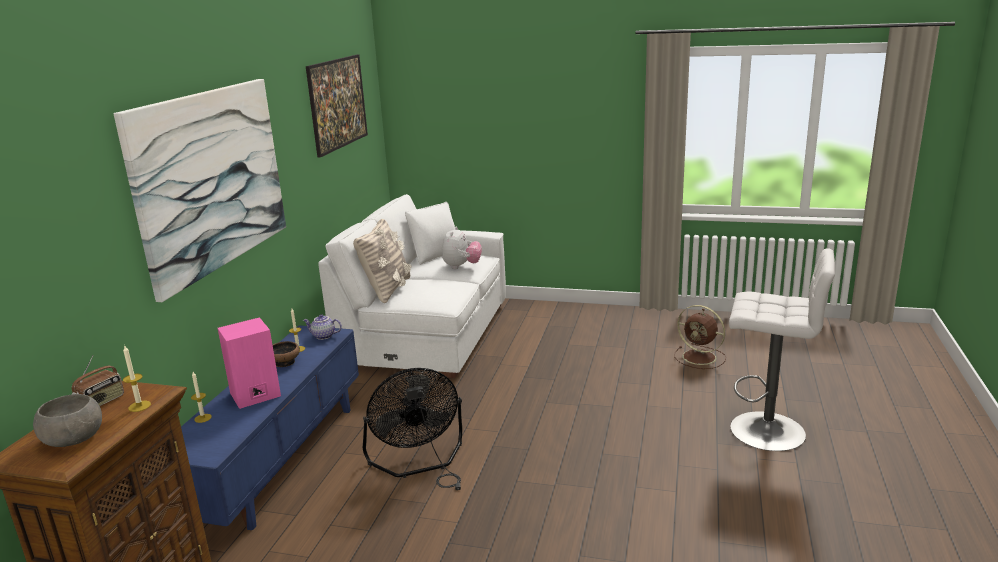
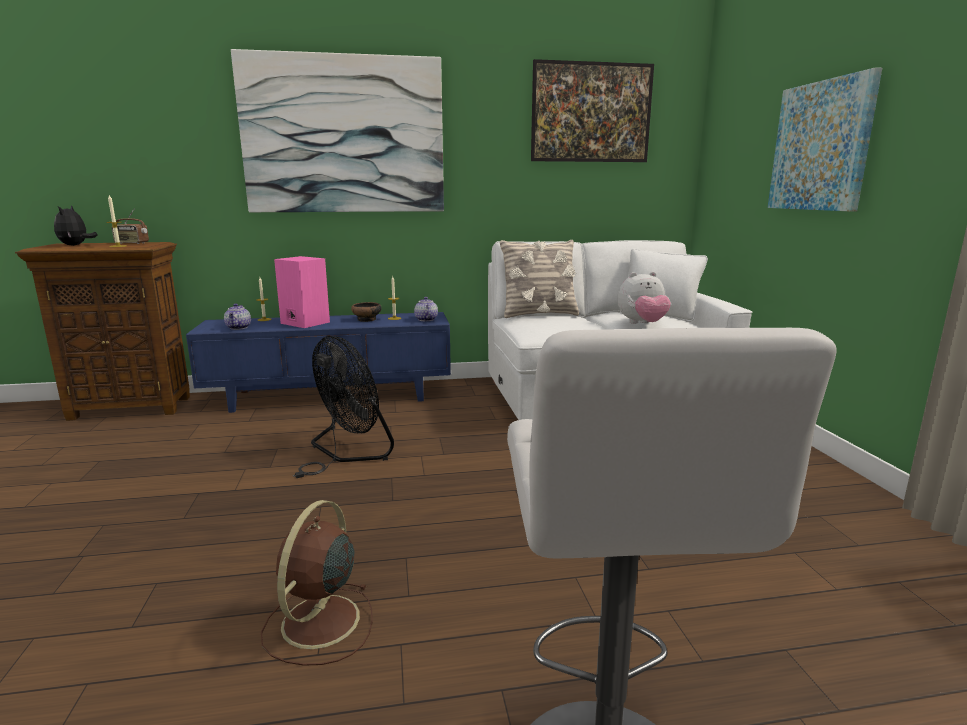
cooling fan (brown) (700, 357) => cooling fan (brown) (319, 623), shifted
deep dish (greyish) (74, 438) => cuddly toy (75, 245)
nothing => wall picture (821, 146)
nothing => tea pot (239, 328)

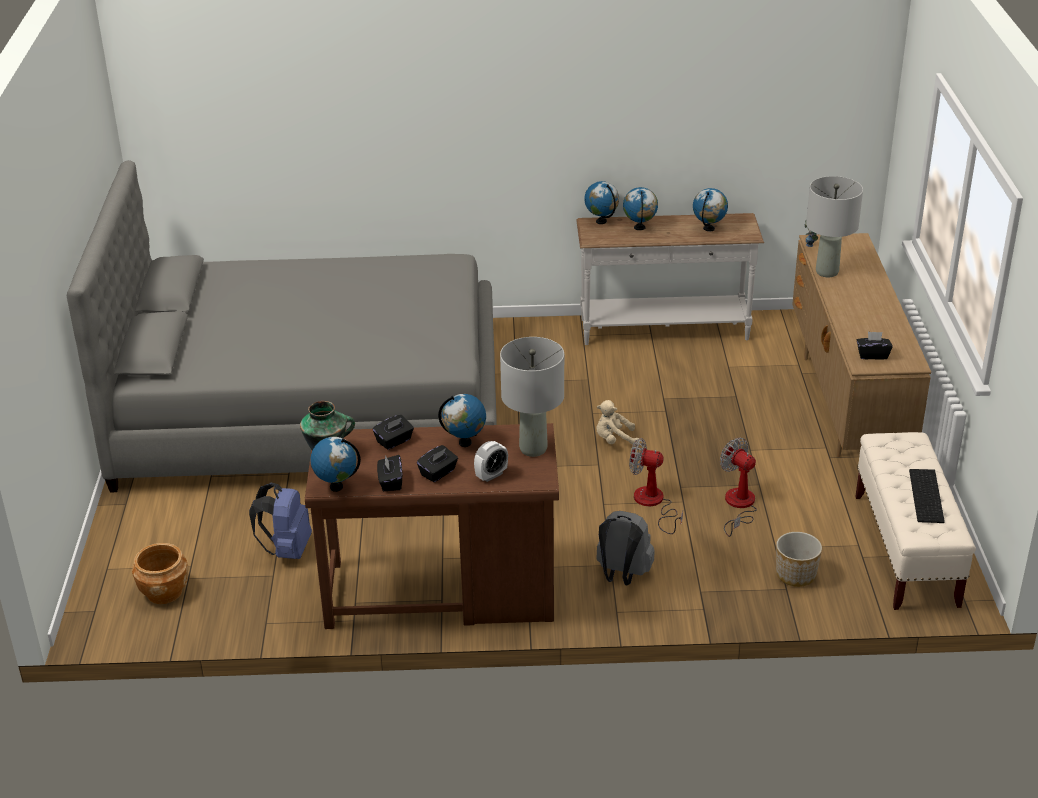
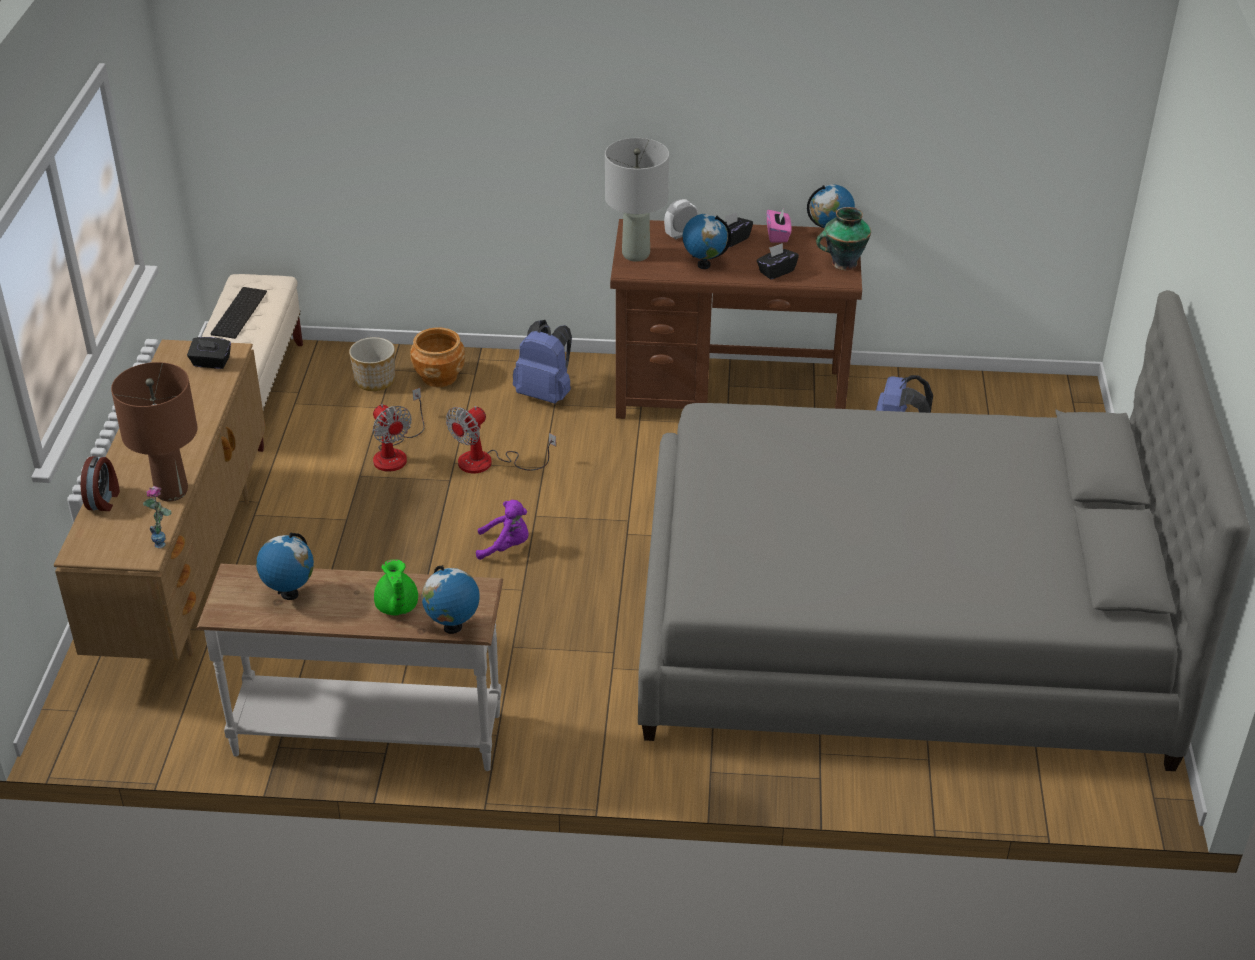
lamp for a table (greyish) (827, 272) => lamp for a table (brown) (171, 491)
globe (640, 228) => tea pot (green) (396, 607)
cuddly toy (sand-coloured) (614, 440) => cuddly toy (purple) (506, 546)
cooling fan (653, 504) => cooling fan (488, 463), 105 degrees clockwise
tissue holder (blackish) (390, 482) => tissue holder (pinkish) (778, 235)
backpack (greyish) (622, 575) => backpack (bluish) (546, 394)
flower pot (brown) (164, 592) => flower pot (brown) (439, 376), shifted
nothing => table clock (104, 500)

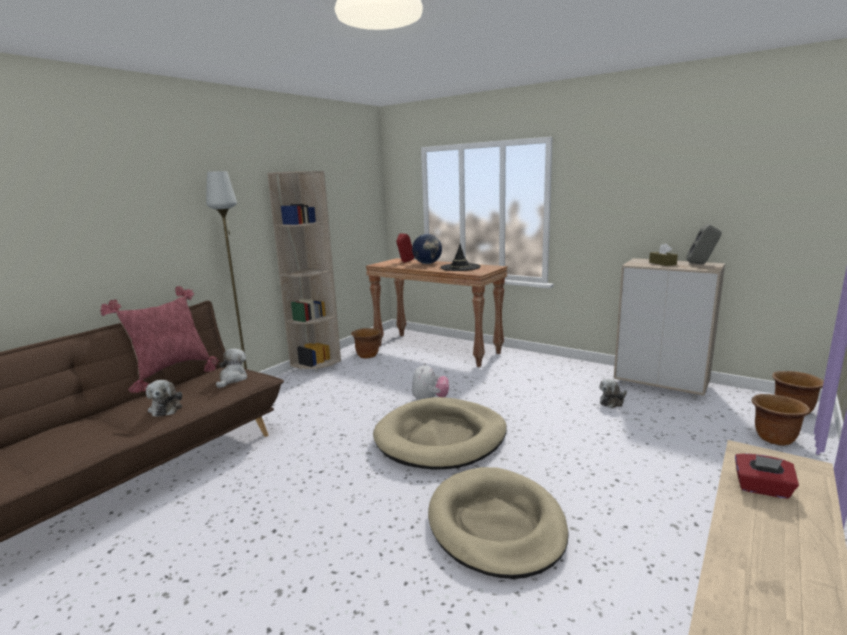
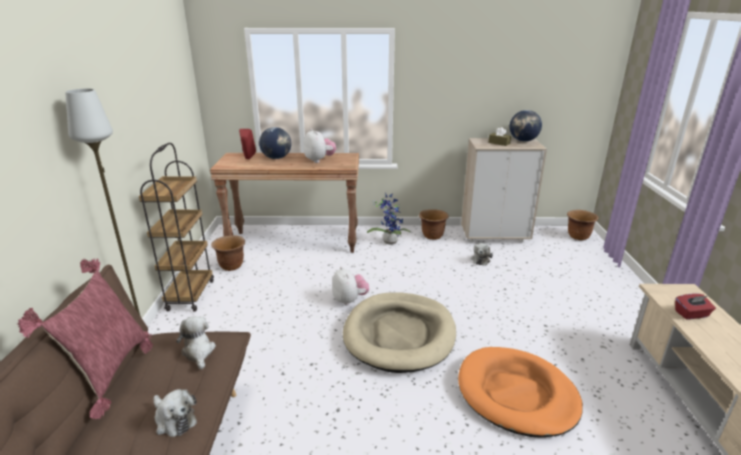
shelving unit (sand-coloured) (316, 367) => wheeled cart (brown) (190, 296)
loudspeaker (greyish) (701, 264) => globe (523, 141)
clothing hat (blackish) (460, 267) => cuddly toy (319, 160)
flower pot (brown) (774, 438) => flower pot (brown) (432, 236), shifted
pet bed (sand-coloured) (496, 525) => pet bed (orange) (516, 394)
nothing => houseplant (389, 241)

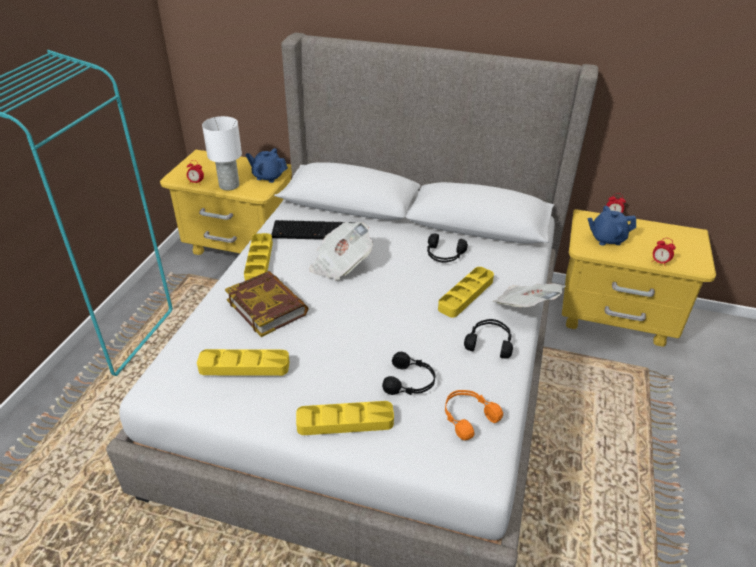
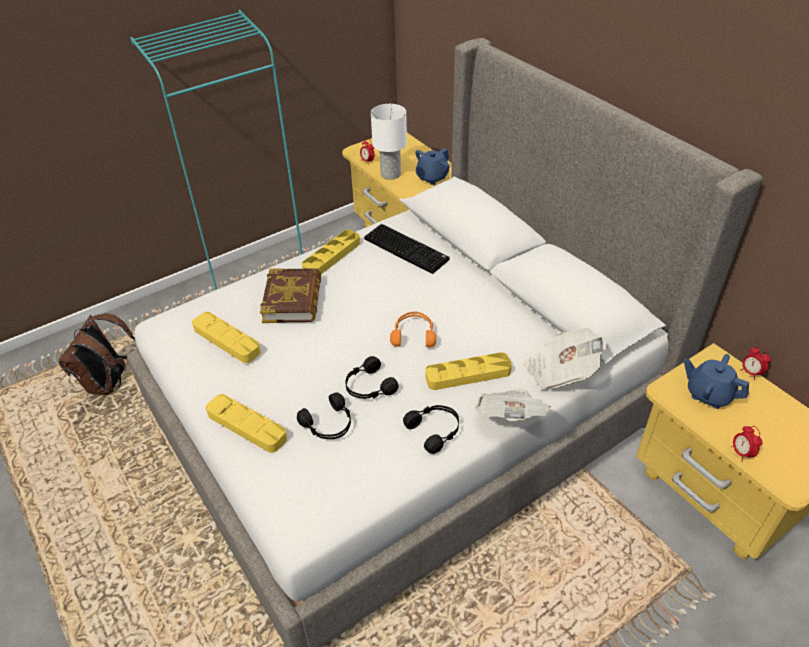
tea pot (bluish) (268, 176) => tea pot (bluish) (431, 178), 105 degrees counterclockwise
daily paper (340, 264) => daily paper (561, 372), shifted
pair of headphones (blackish) (444, 255) => pair of headphones (blackish) (368, 387), shifted
pair of headphones (orange) (467, 417) => pair of headphones (orange) (413, 335), shifted
nothing => backpack (brown) (110, 384)

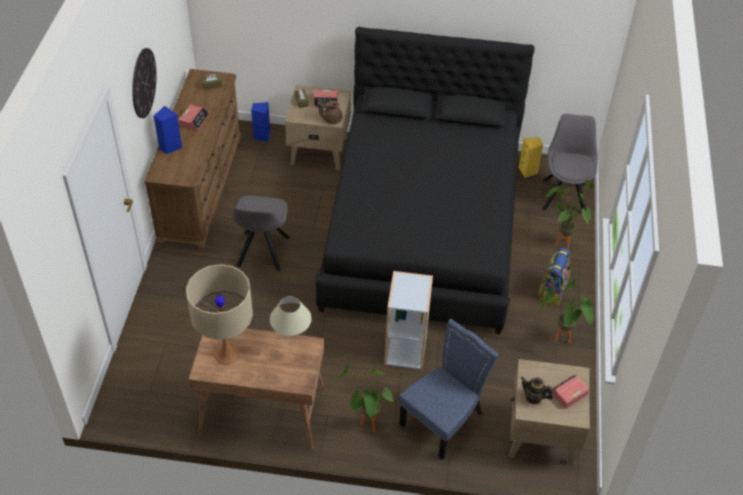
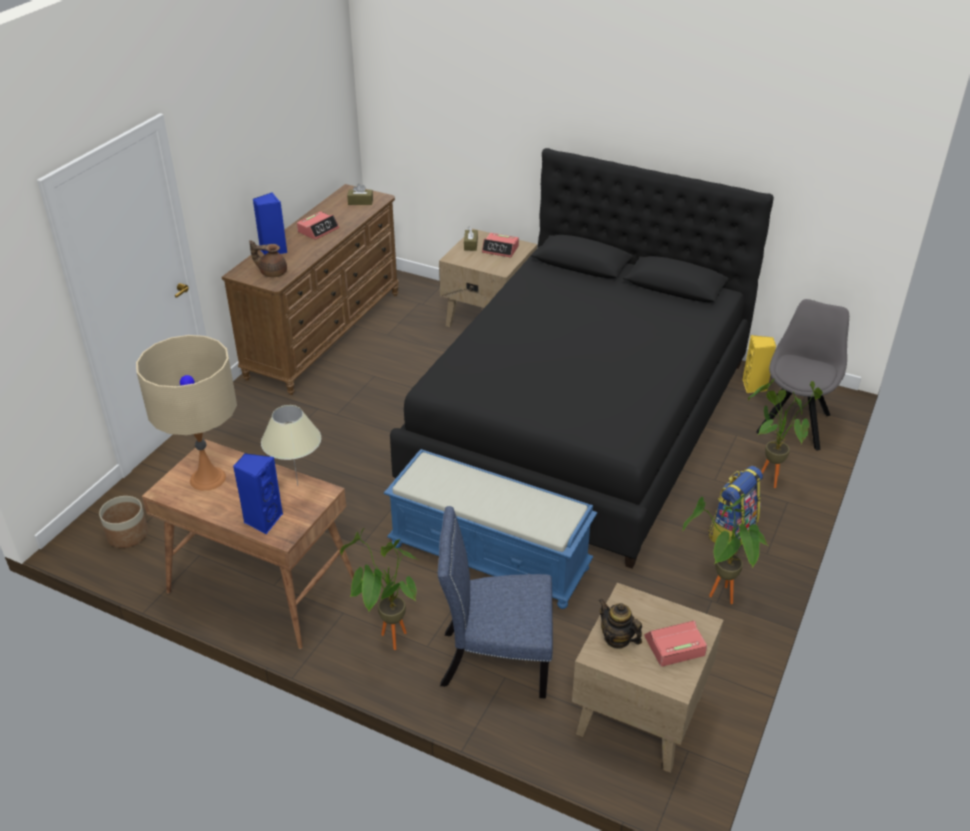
hanging clock (143, 83) => nothing
tea pot (brown) (331, 119) => tea pot (brown) (272, 272), shifted
loudspeaker (bluish) (262, 136) => loudspeaker (bluish) (262, 520), shifted
upright chair (greyish) (262, 252) => nothing
shelving unit (406, 348) => indoor bench (bluish) (491, 556)
upright chair (bluish) (442, 422) => upright chair (bluish) (497, 661), 150 degrees counterclockwise
nothing => flower pot (127, 535)

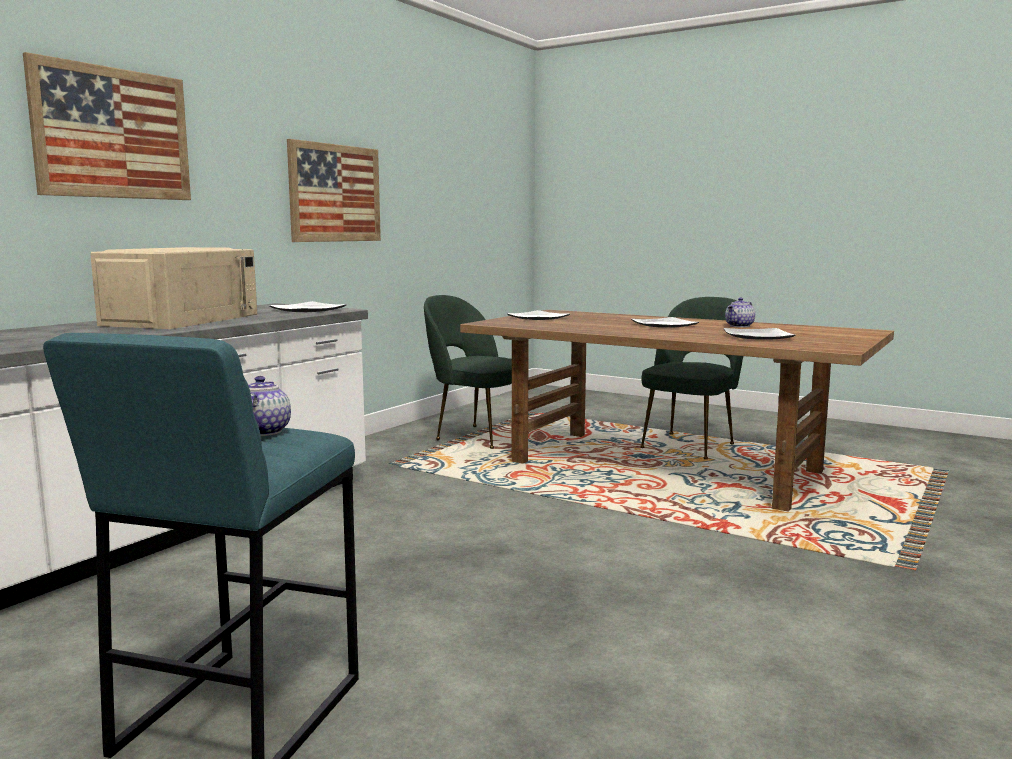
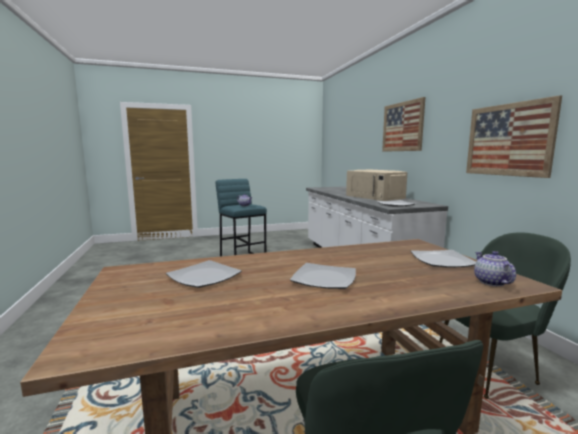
tea pot (740, 326) => tea pot (490, 282), shifted

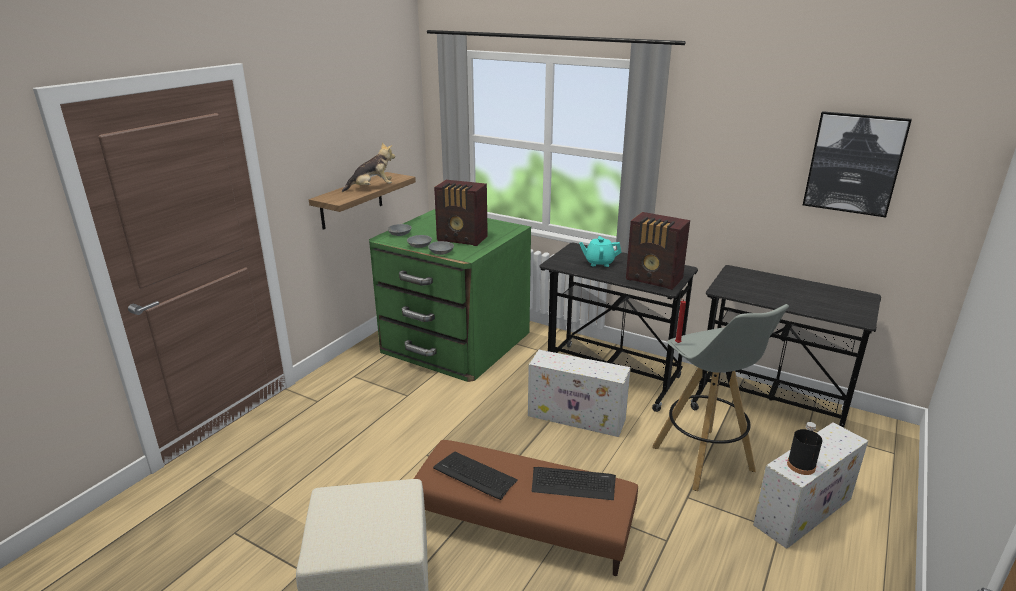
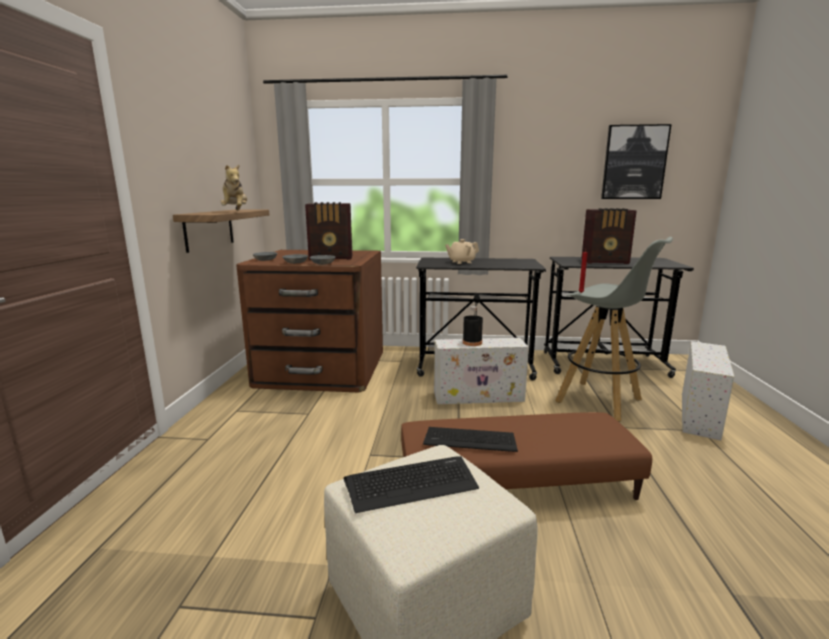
cuddly toy (372, 188) => cuddly toy (236, 211), 120 degrees clockwise
dresser (green) (454, 343) => dresser (brown) (322, 369)
radio set (655, 280) => radio set (606, 262), shifted
tea pot (blue-green) (599, 262) => tea pot (sand-coloured) (461, 262)
bottle (blackish) (801, 466) => bottle (blackish) (472, 343), shifted
keyboard (573, 484) => keyboard (411, 484), shifted

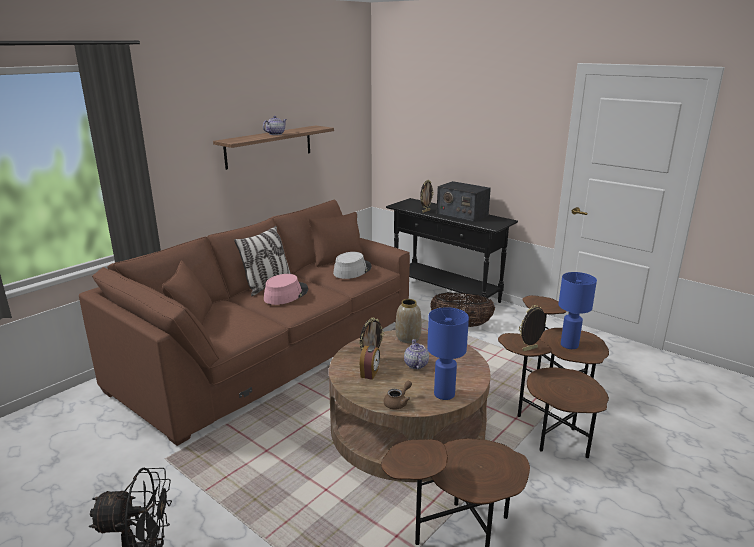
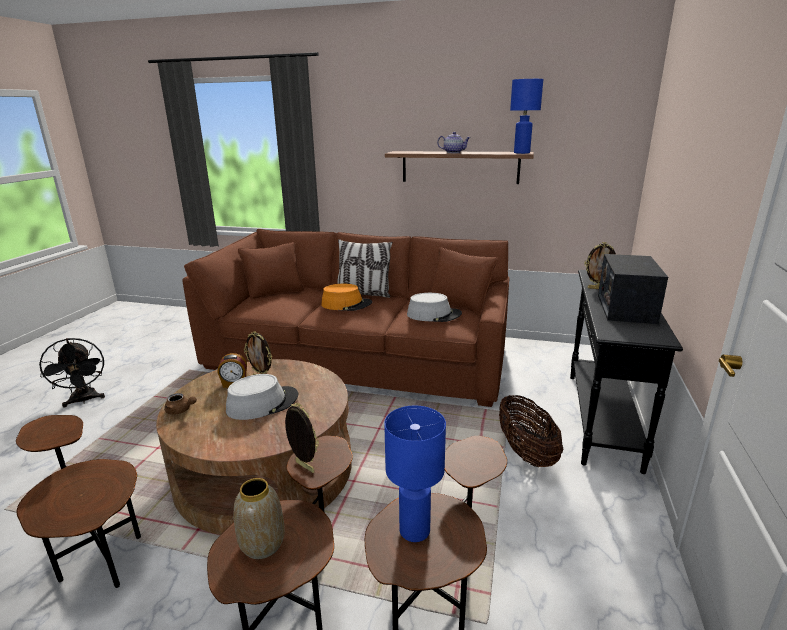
clothing hat (pinkish) (286, 294) => clothing hat (orange) (346, 304)
decorative vase (408, 338) => decorative vase (262, 545), shifted
lamp for a table (bluish) (444, 394) => lamp for a table (bluish) (521, 153), shifted
tea pot (415, 364) => clothing hat (greyish) (262, 403)

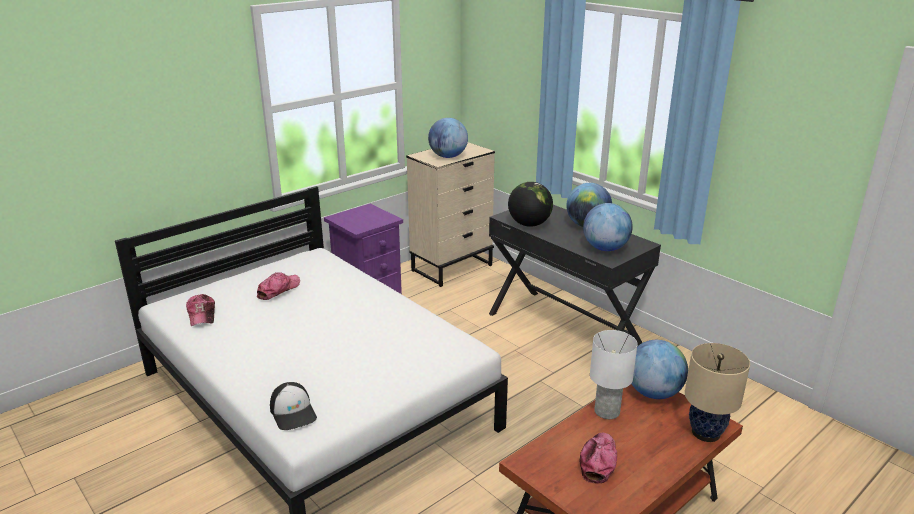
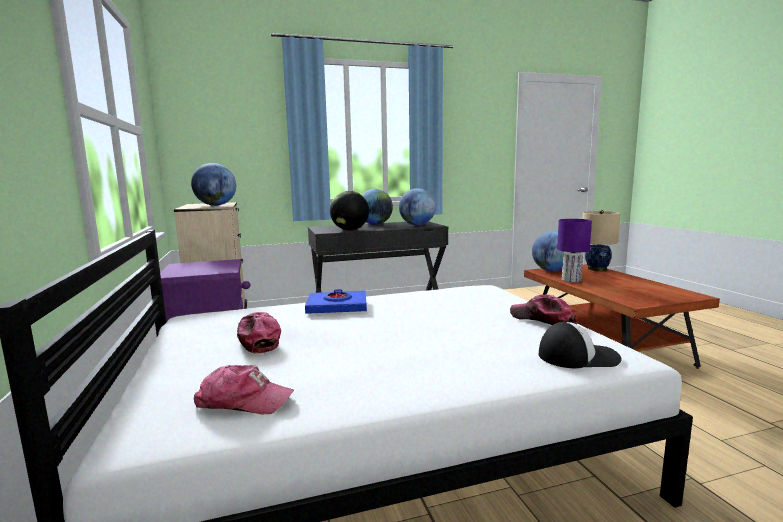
lamp for a table (white-coloured) (607, 412) => lamp for a table (purple) (571, 280)
baseball cap (598, 461) => baseball cap (542, 319), shifted
nothing => bound book (bluish) (337, 307)

